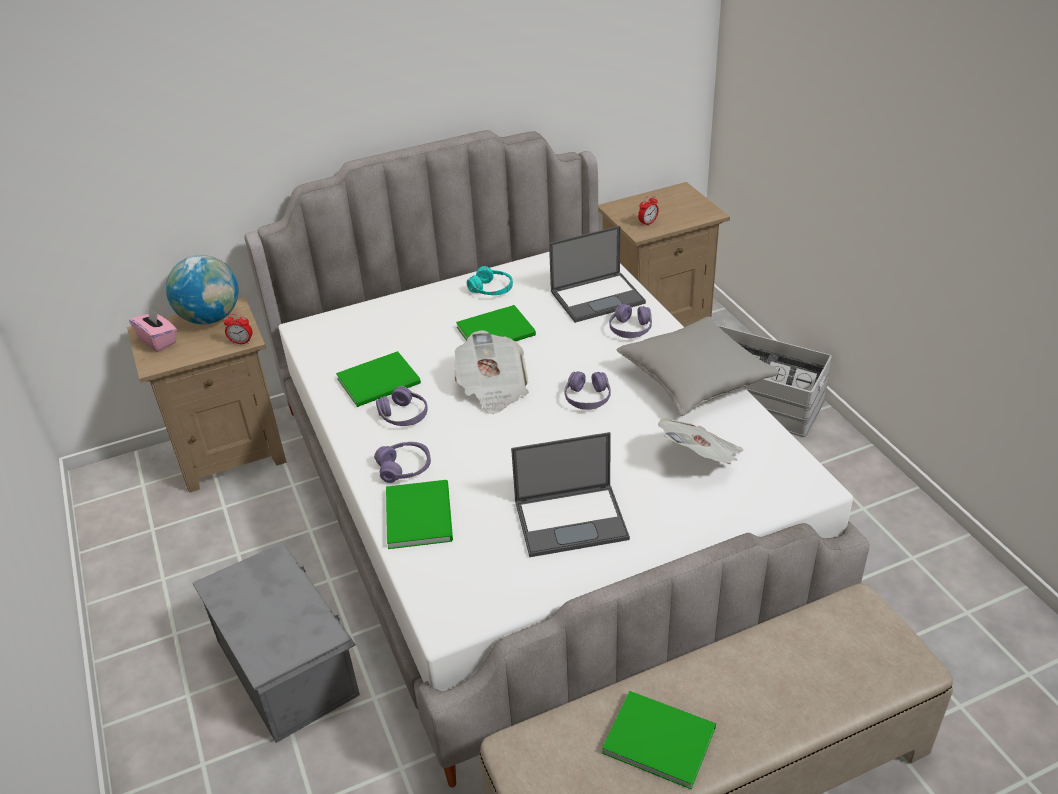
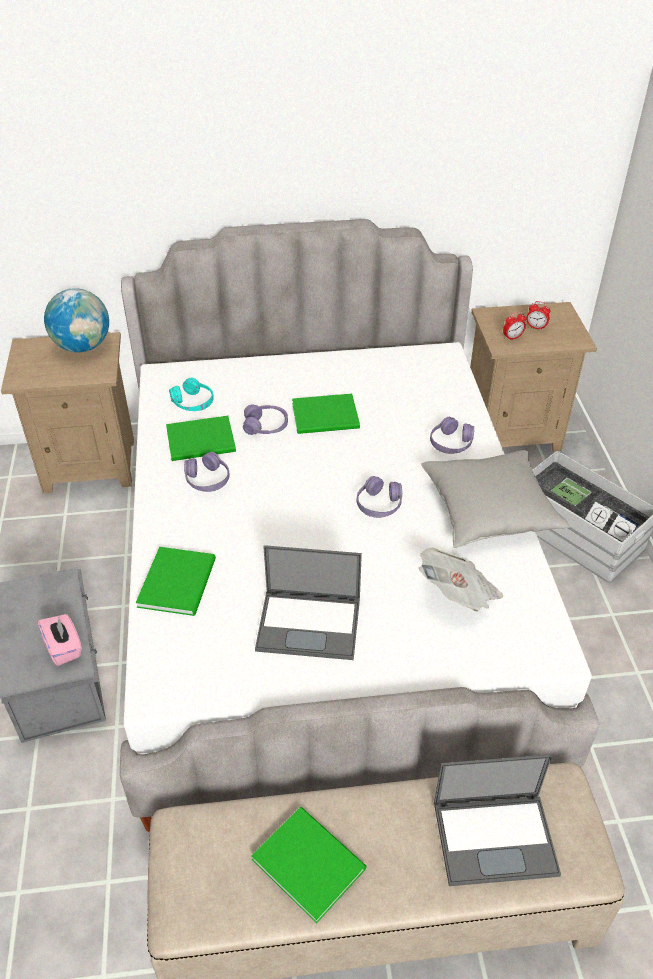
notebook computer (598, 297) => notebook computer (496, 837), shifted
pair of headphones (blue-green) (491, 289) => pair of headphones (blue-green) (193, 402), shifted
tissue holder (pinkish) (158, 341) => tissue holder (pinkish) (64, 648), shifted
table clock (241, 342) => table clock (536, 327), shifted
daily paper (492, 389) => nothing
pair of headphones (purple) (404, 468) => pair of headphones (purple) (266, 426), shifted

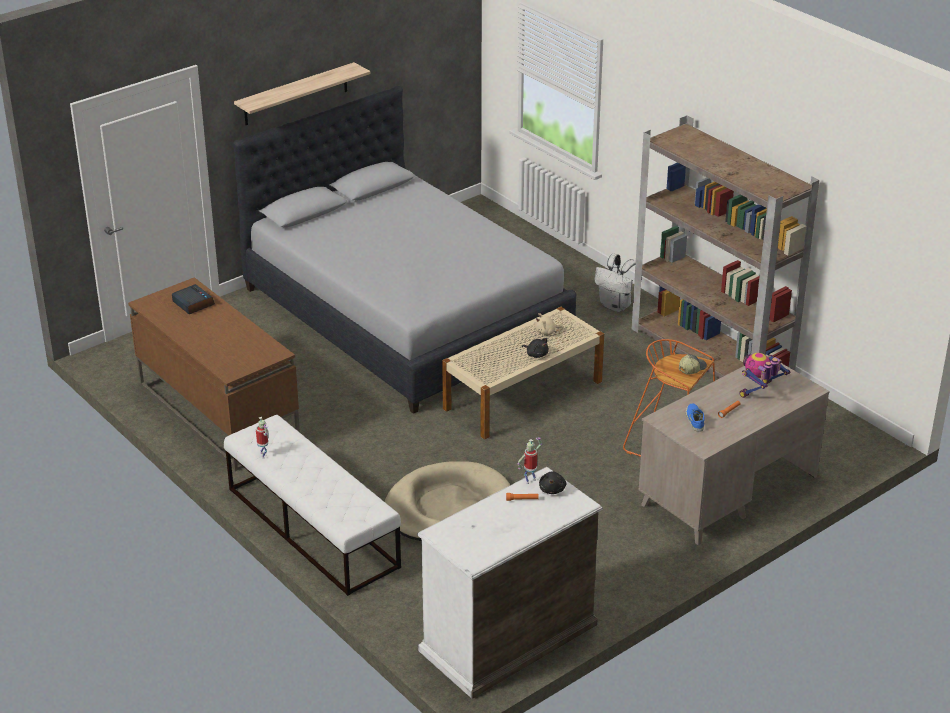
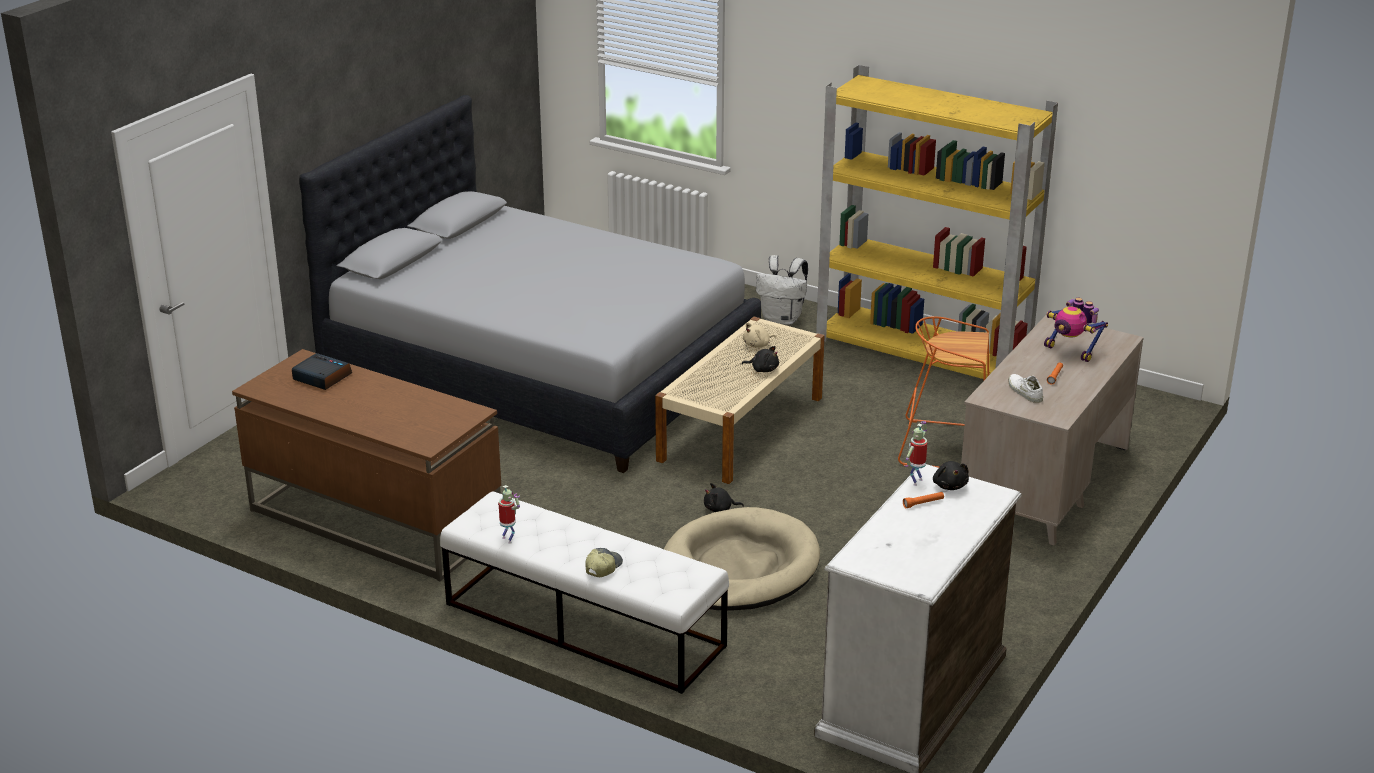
bracket shelf (296, 94) => nothing
shelving unit (brown) (711, 355) => shelving unit (yellowish) (922, 350)
toy robot (759, 392) => toy robot (1071, 351), 75 degrees counterclockwise
baseball cap (691, 368) => baseball cap (603, 567), shifted
low shoe (bluish) (694, 420) => low shoe (white-coloured) (1024, 392)
nothing => cuddly toy (blackish) (720, 509)

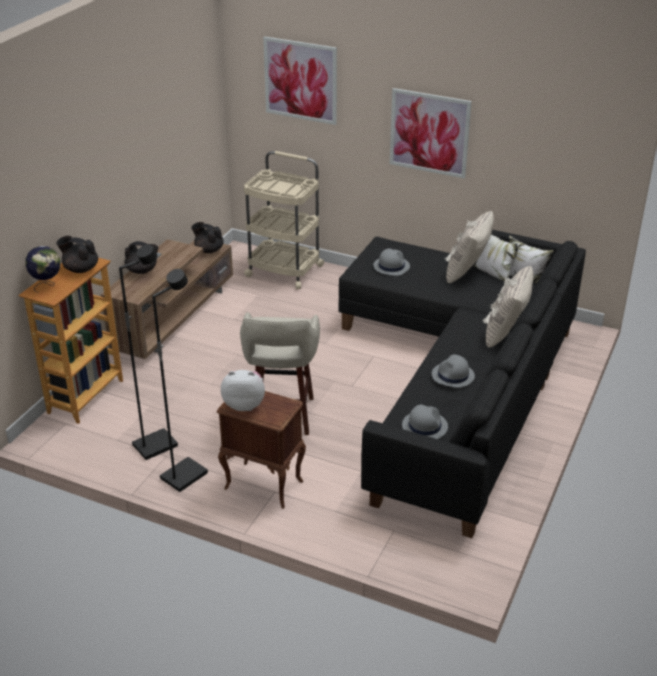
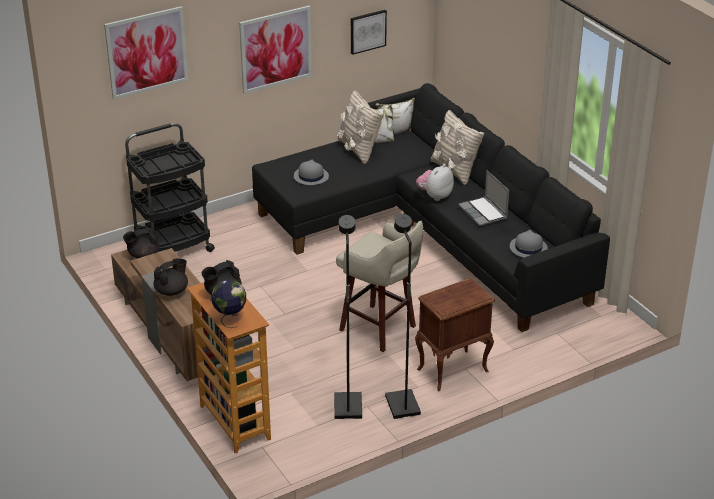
wheeled cart (sand-coloured) (283, 271) => wheeled cart (blackish) (173, 247)
clothing hat (greyish) (453, 376) => notebook computer (483, 213)
cuddly toy (244, 404) => cuddly toy (435, 196), shifted
nothing => wall picture (367, 31)

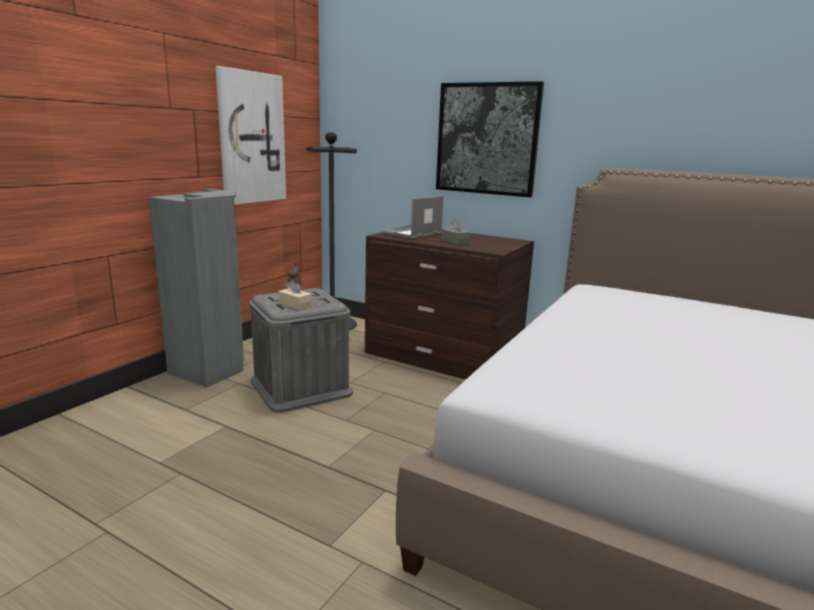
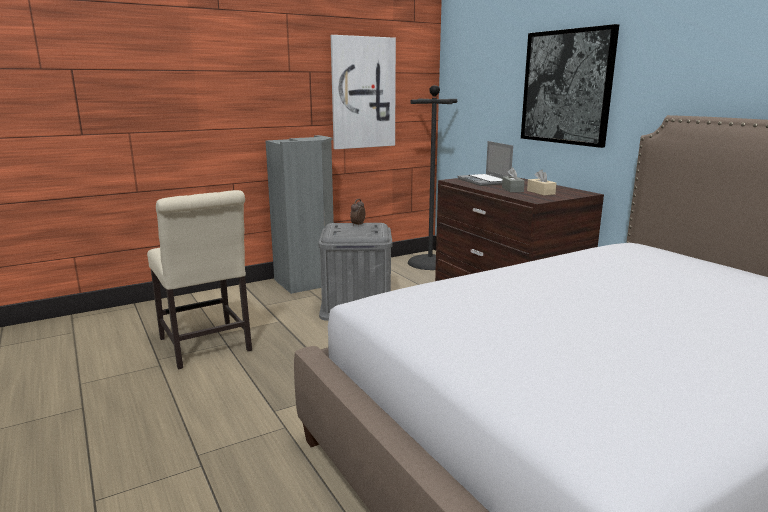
notebook computer (413, 234) => notebook computer (484, 181), 90 degrees counterclockwise
tissue holder (sand-coloured) (295, 305) => tissue holder (sand-coloured) (540, 192), shifted
nothing => upright chair (sand-coloured) (206, 347)

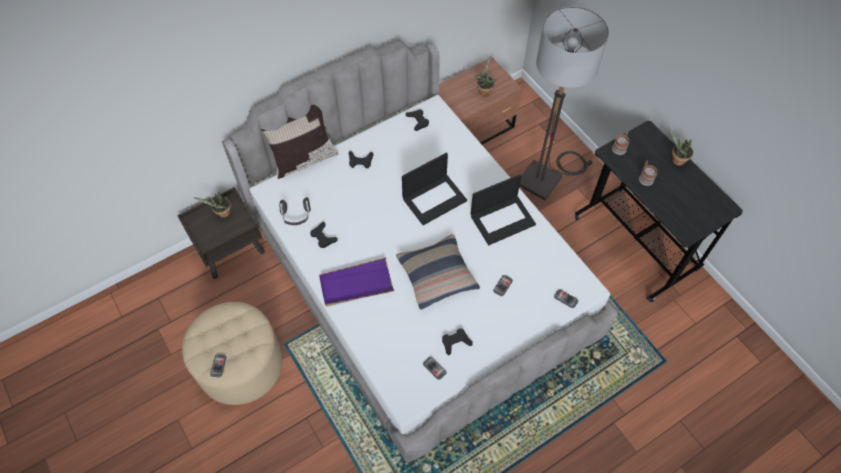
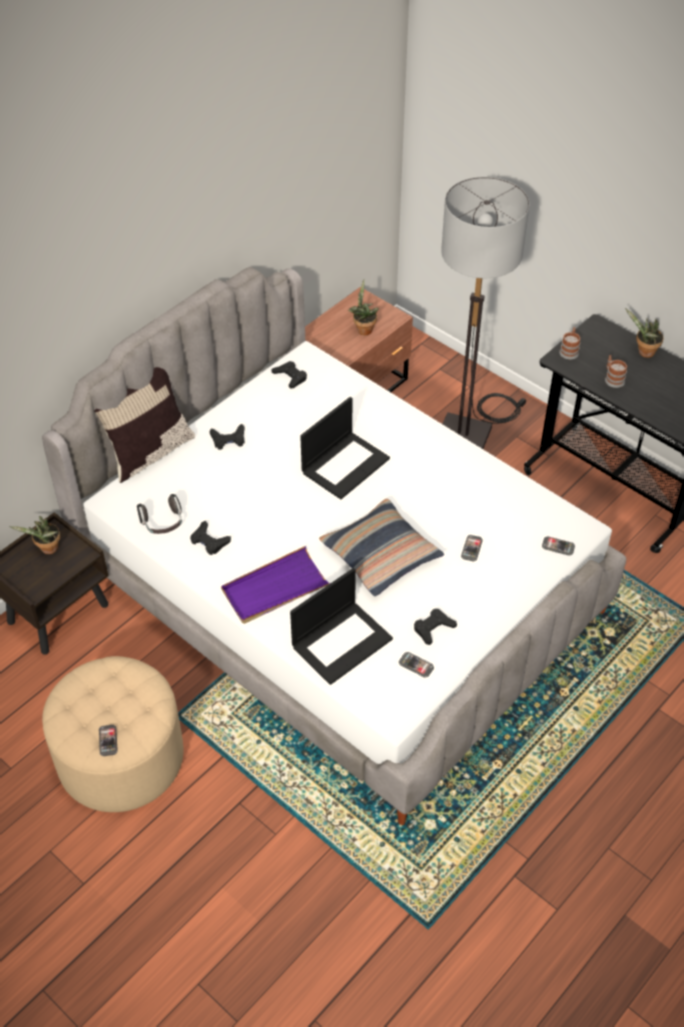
notebook computer (502, 219) => notebook computer (342, 641), shifted

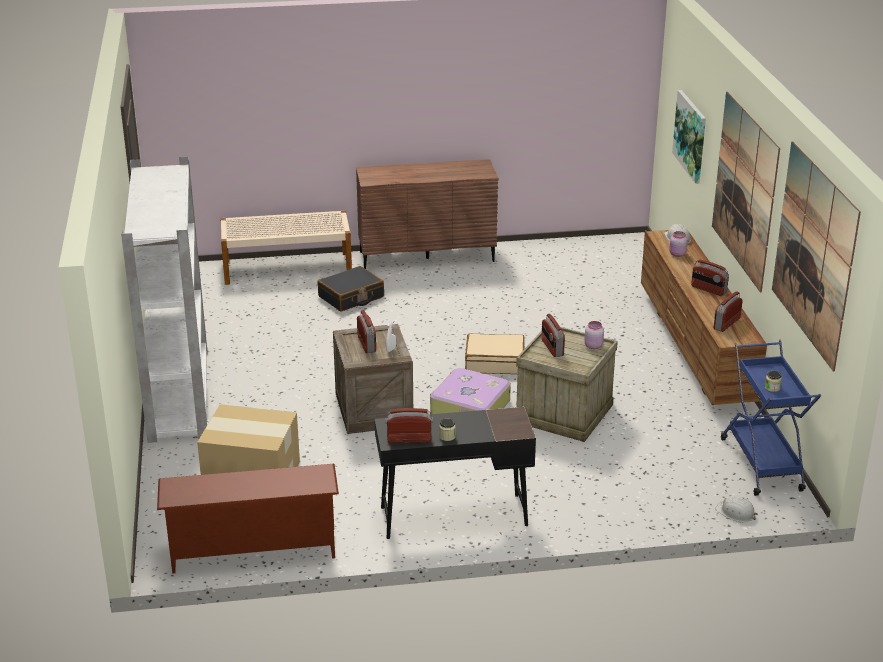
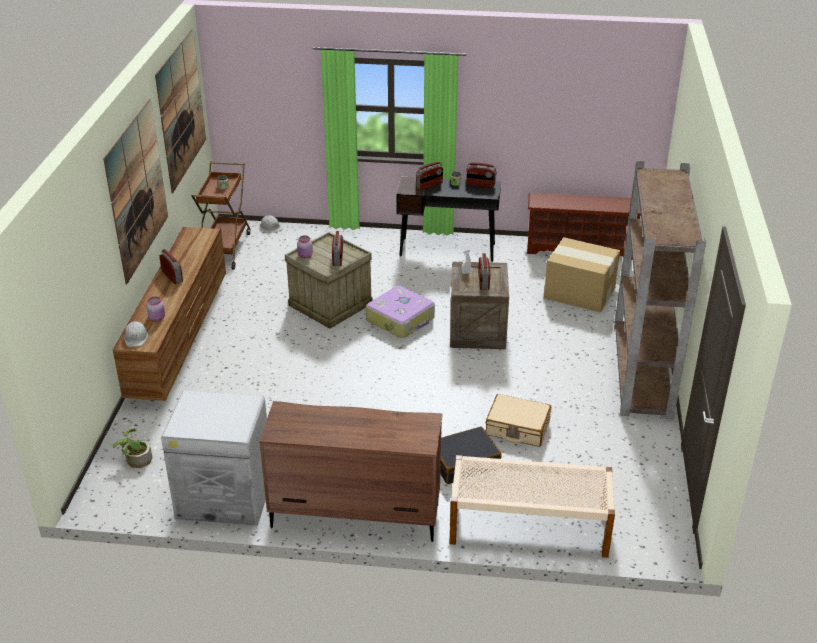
wall picture (691, 136) => nothing
shelving unit (white-coloured) (179, 393) => shelving unit (brown) (642, 370)
radio set (726, 323) => radio set (429, 185), shifted
travel case (sand-coloured) (494, 362) => travel case (sand-coloured) (517, 428), shifted
wheeled cart (bluish) (761, 465) => wheeled cart (brown) (225, 249)
nothing => laundry appliance (white-coloured) (225, 494)
nothing => houseplant (135, 460)

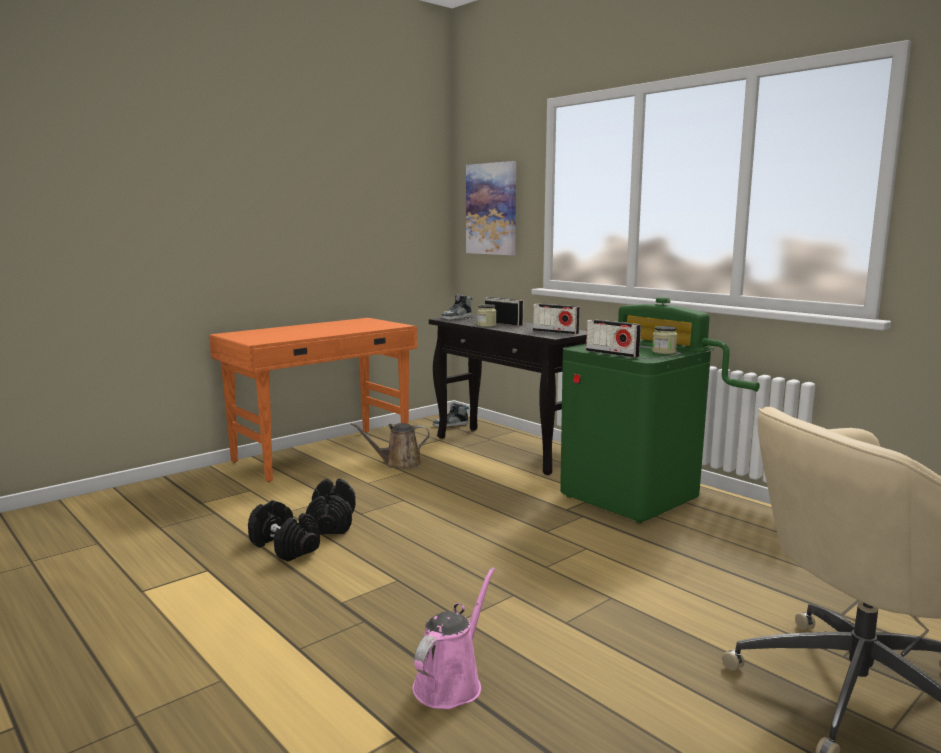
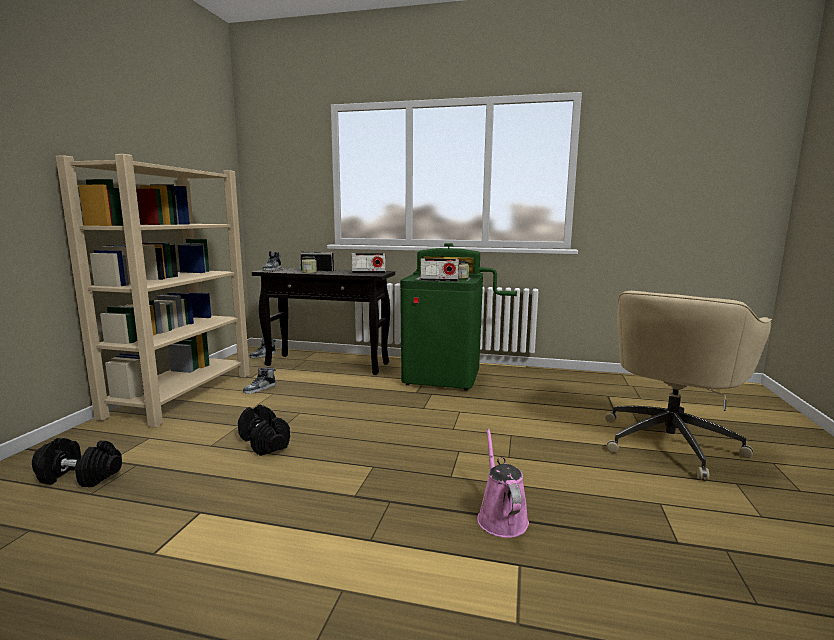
wall picture (492, 209) => nothing
hall table (orange) (323, 453) => shelving unit (sand-coloured) (181, 395)
watering pot (brown) (399, 464) => low shoe (260, 389)
hand weight (blackish) (285, 547) => hand weight (blackish) (80, 476), shifted

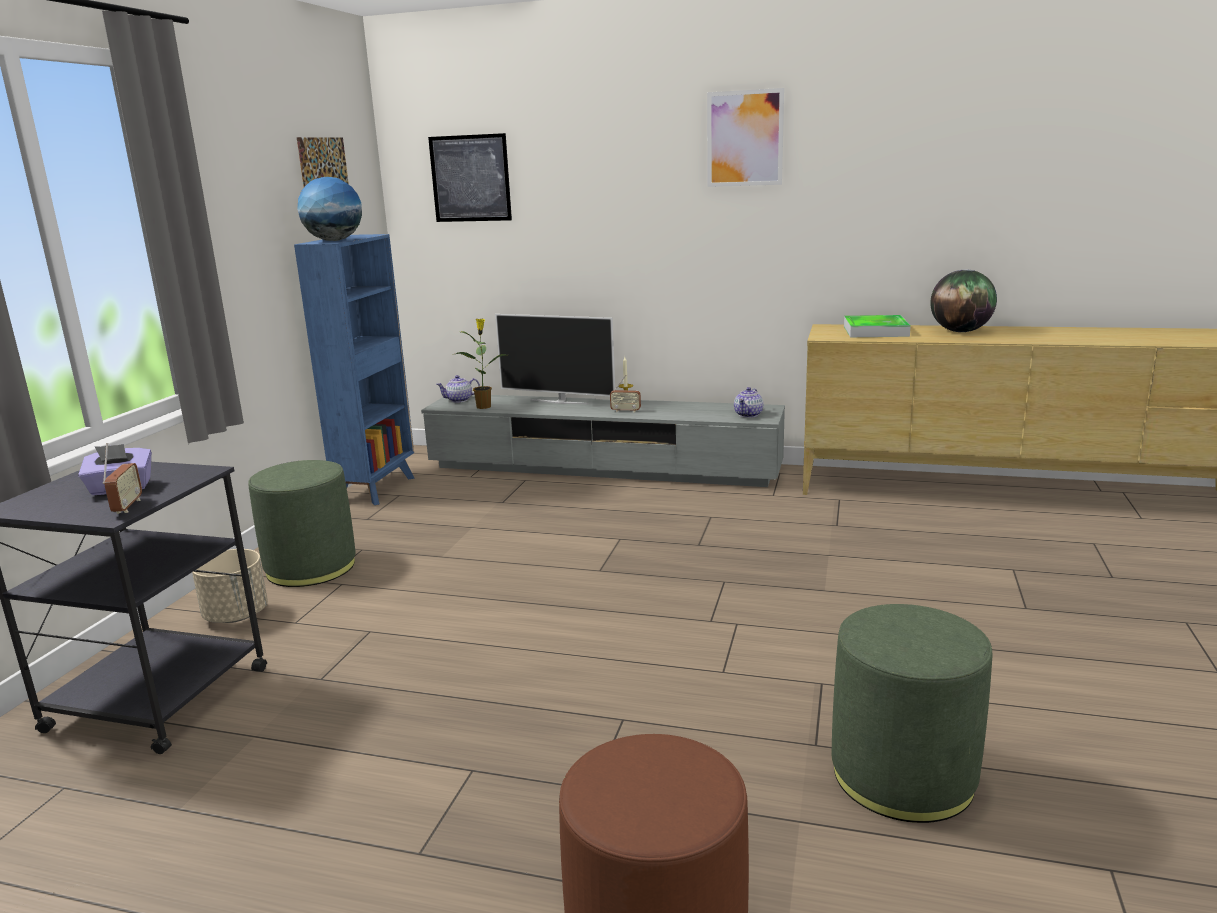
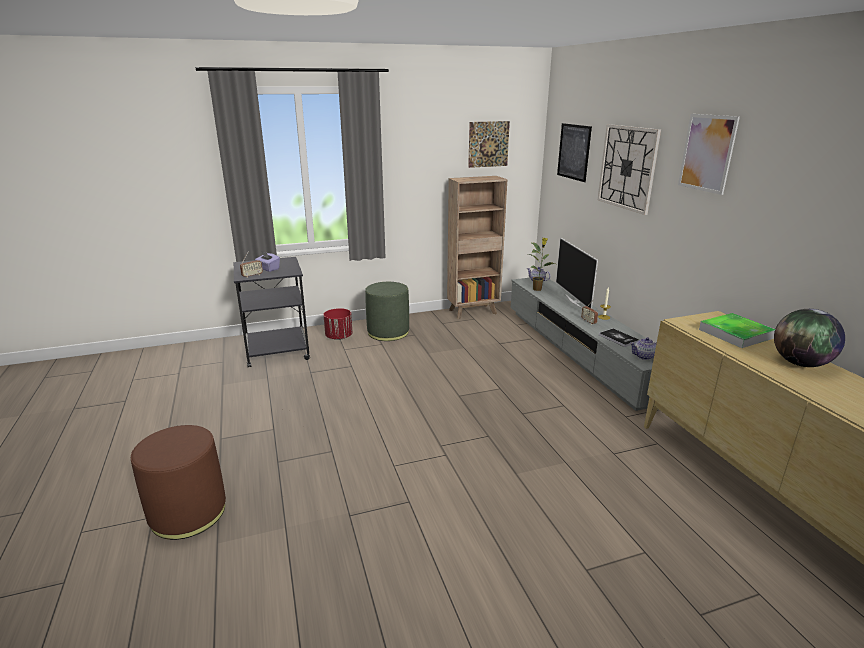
globe (334, 240) => nothing
shelving unit (bluish) (377, 488) => shelving unit (brown) (473, 312)
flower pot (sand-coloured) (236, 615) => flower pot (red) (339, 337)
ottoman (green) (903, 775) => nothing
nothing => hanging clock (627, 168)
nothing => bound book (618, 338)

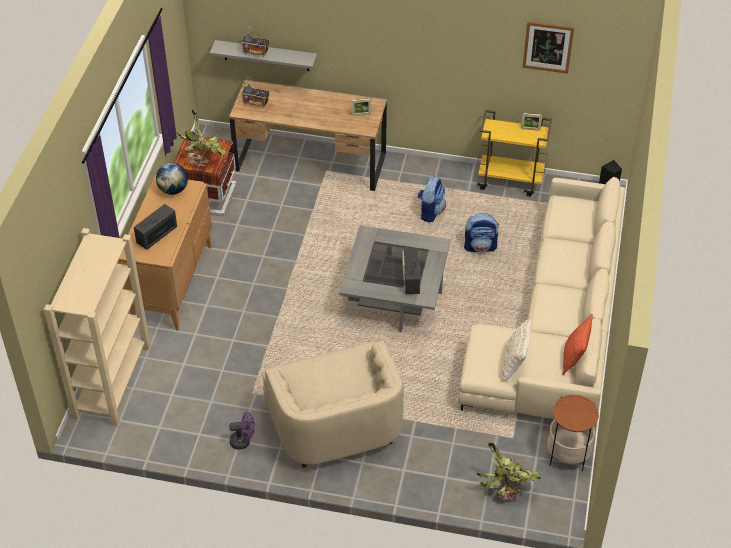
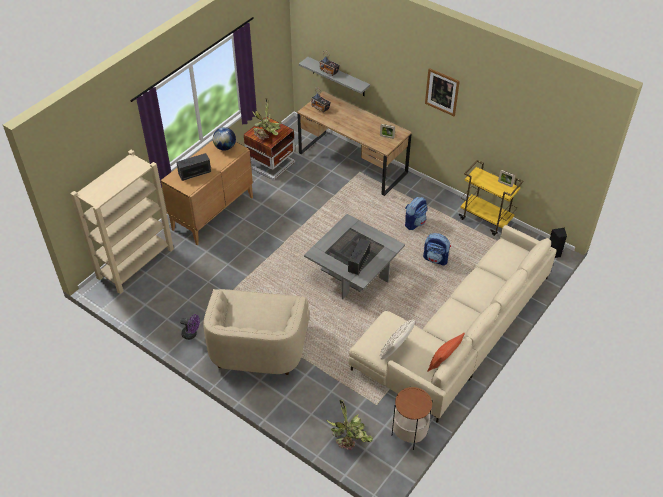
wall picture (548, 47) => wall picture (442, 92), shifted

